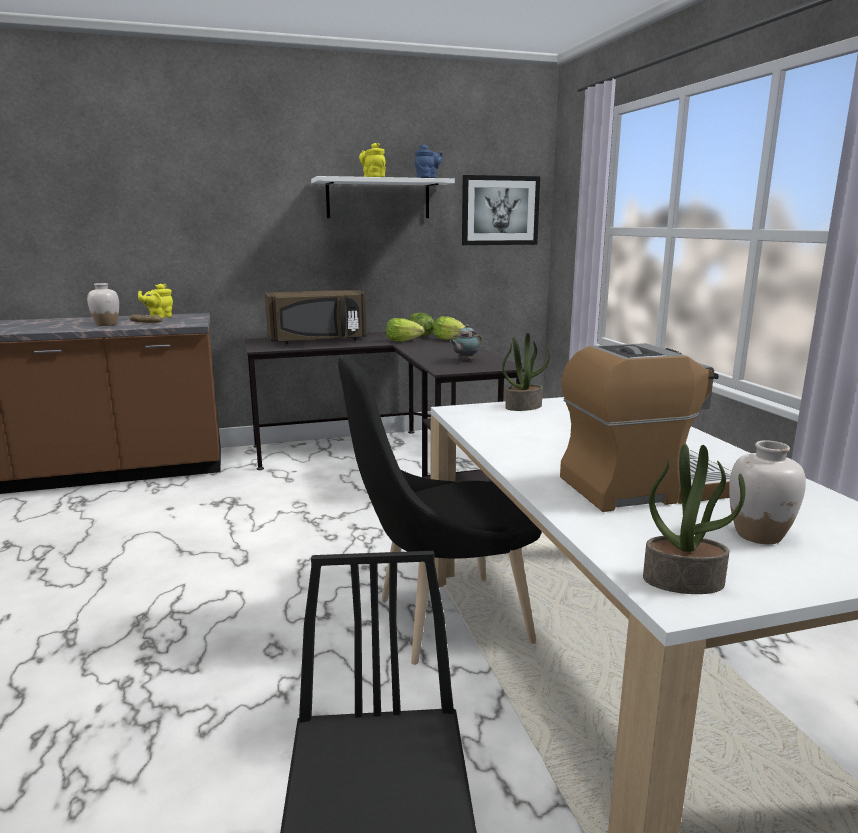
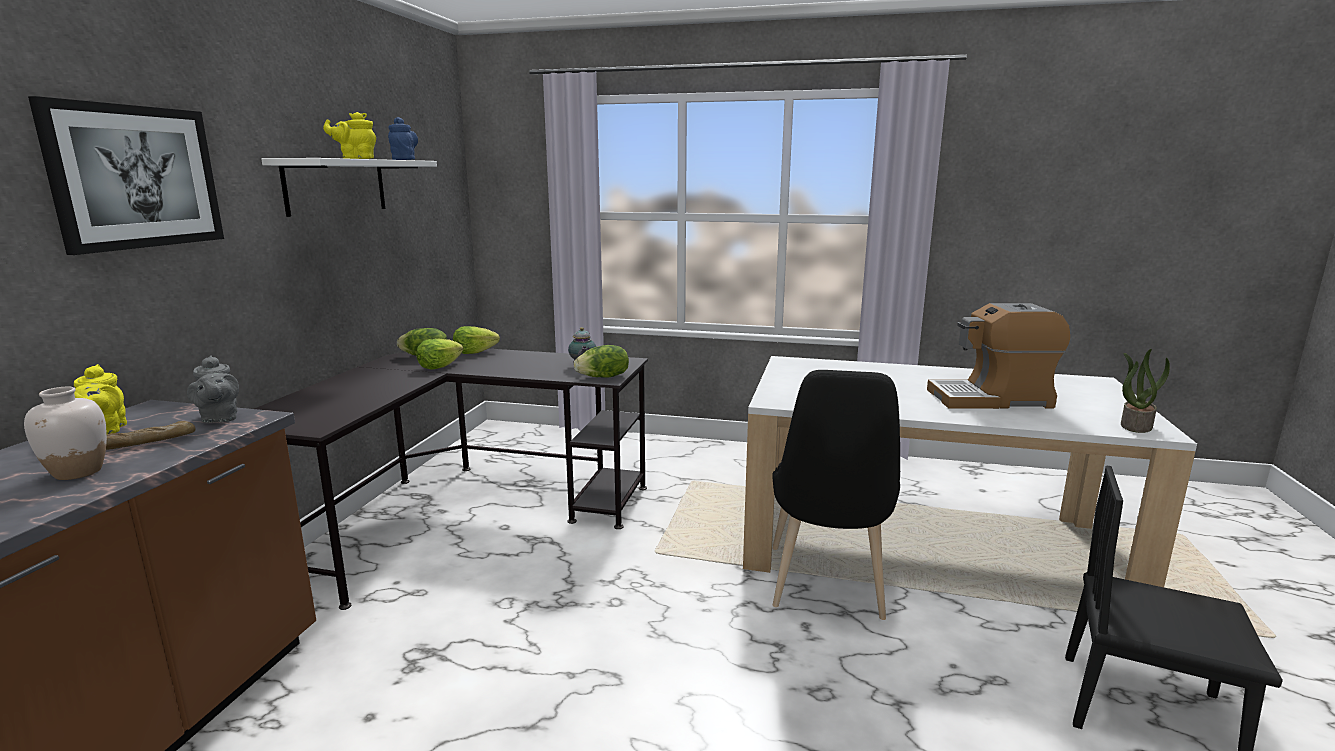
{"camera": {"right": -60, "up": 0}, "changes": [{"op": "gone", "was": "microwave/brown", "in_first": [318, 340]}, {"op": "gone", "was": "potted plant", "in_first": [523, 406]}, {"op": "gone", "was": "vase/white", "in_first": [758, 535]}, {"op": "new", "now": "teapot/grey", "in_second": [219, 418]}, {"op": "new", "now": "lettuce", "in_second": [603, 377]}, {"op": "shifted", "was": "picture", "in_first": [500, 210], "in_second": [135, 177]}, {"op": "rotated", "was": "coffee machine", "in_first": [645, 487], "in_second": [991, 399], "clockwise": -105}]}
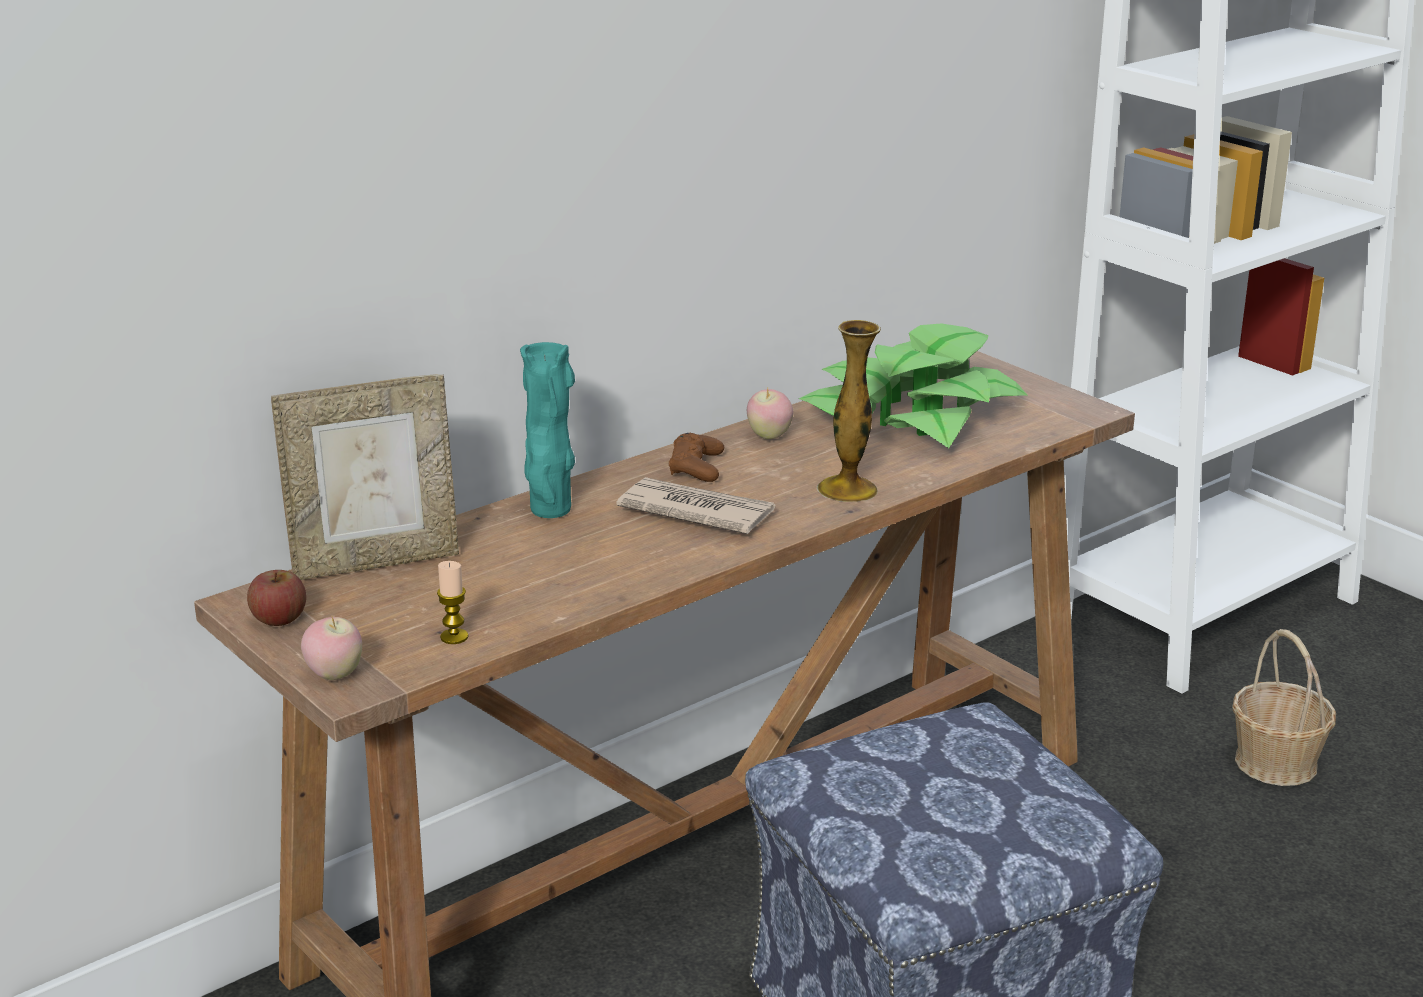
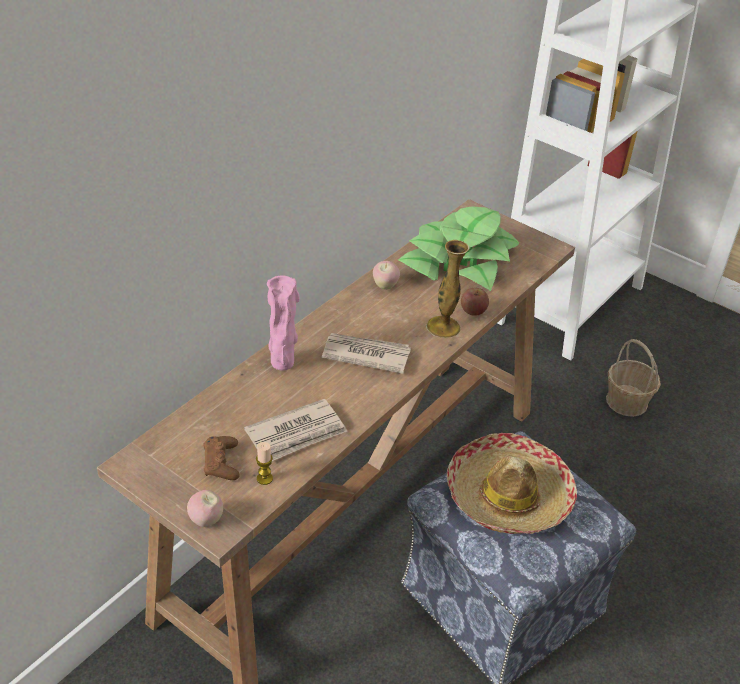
{"camera": {"right": -15, "up": 15}, "changes": [{"op": "gone", "was": "picture frame", "in_first": [375, 562]}, {"op": "new", "now": "newspaper", "in_second": [297, 434]}, {"op": "new", "now": "hat", "in_second": [508, 496]}, {"op": "shifted", "was": "apple", "in_first": [279, 619], "in_second": [473, 311]}, {"op": "shifted", "was": "game controller/brown", "in_first": [696, 467], "in_second": [221, 463]}, {"op": "repainted", "was": "vase/turquoise", "now": "vase/pink", "in_first": [550, 511], "in_second": [282, 364]}]}
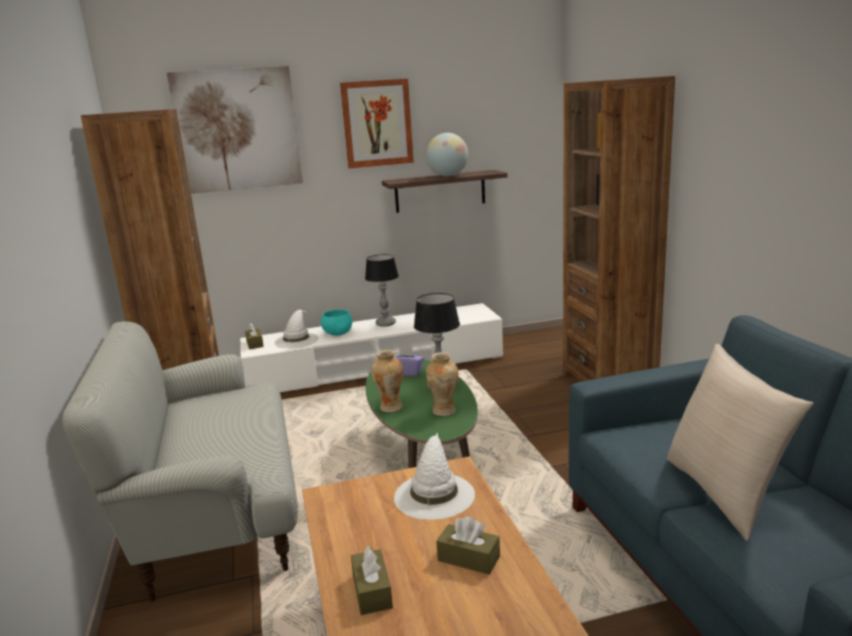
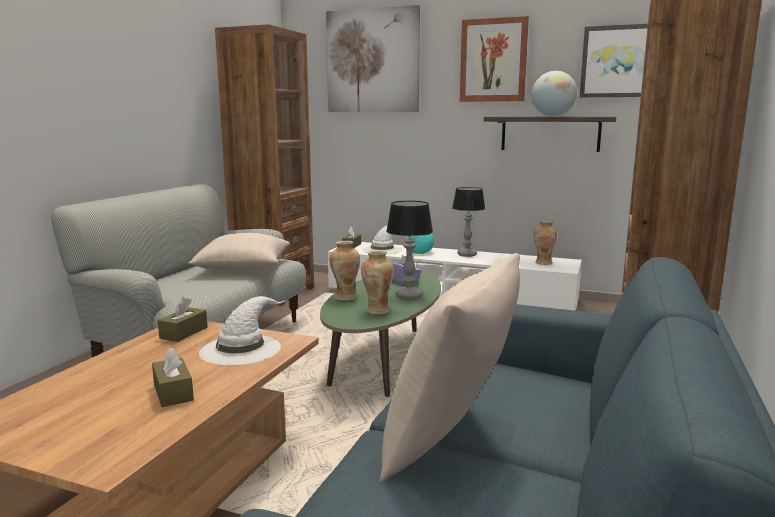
{"camera": {"right": 35, "up": -5}, "changes": [{"op": "new", "now": "pillow/beige", "in_second": [243, 268]}, {"op": "new", "now": "vase", "in_second": [543, 263]}, {"op": "new", "now": "picture", "in_second": [618, 61]}, {"op": "shifted", "was": "tissue box/brown", "in_first": [372, 591], "in_second": [184, 333]}]}
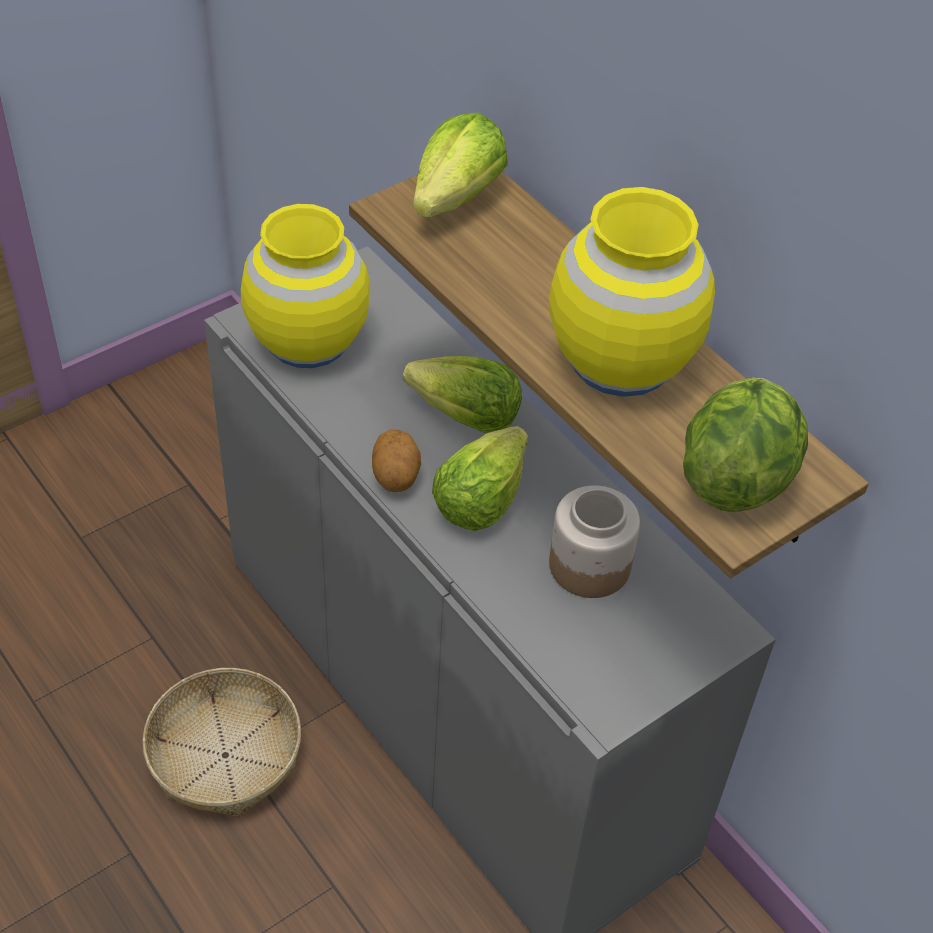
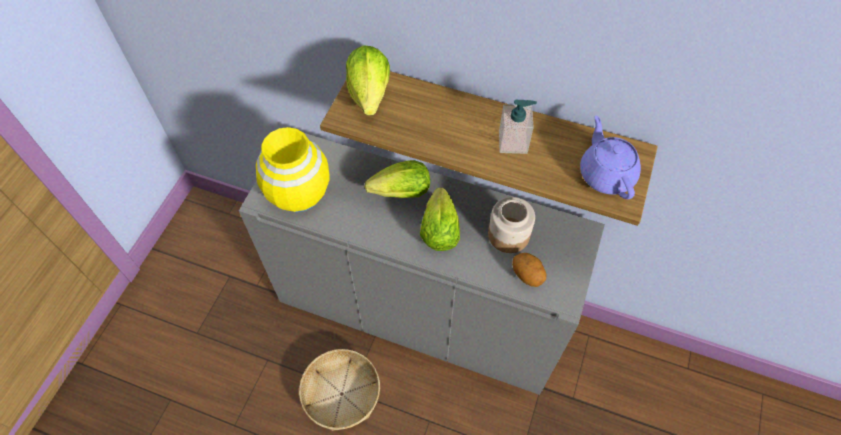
{"camera": {"right": -30, "up": 10}, "changes": [{"op": "shifted", "was": "potato", "in_first": [396, 476], "in_second": [527, 275]}, {"op": "swapped", "was": "vase/yellow", "now": "soap dispenser", "in_first": [621, 361], "in_second": [513, 142]}, {"op": "swapped", "was": "lettuce", "now": "teapot/purple", "in_first": [736, 476], "in_second": [606, 174]}]}
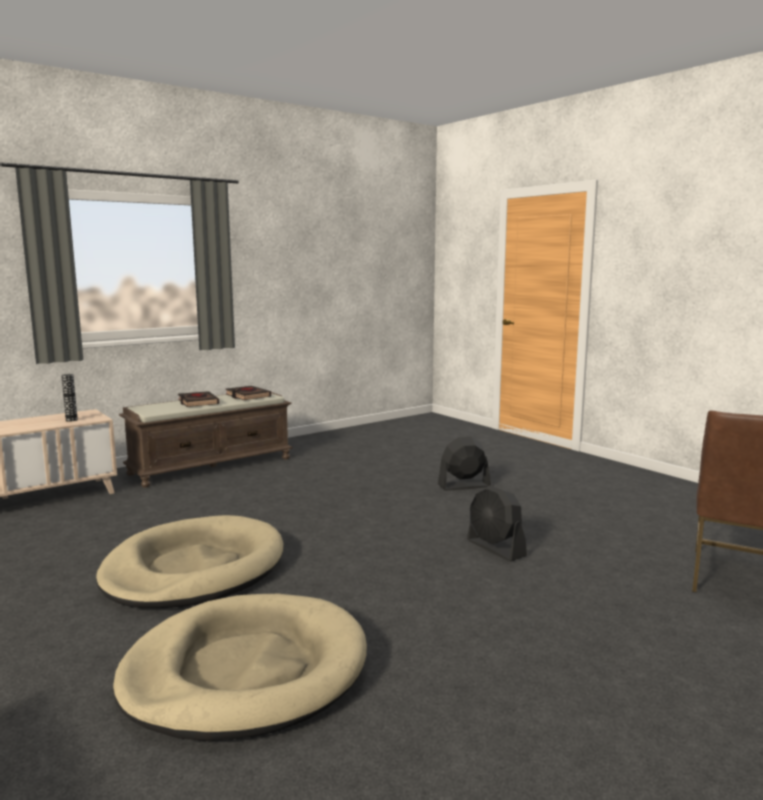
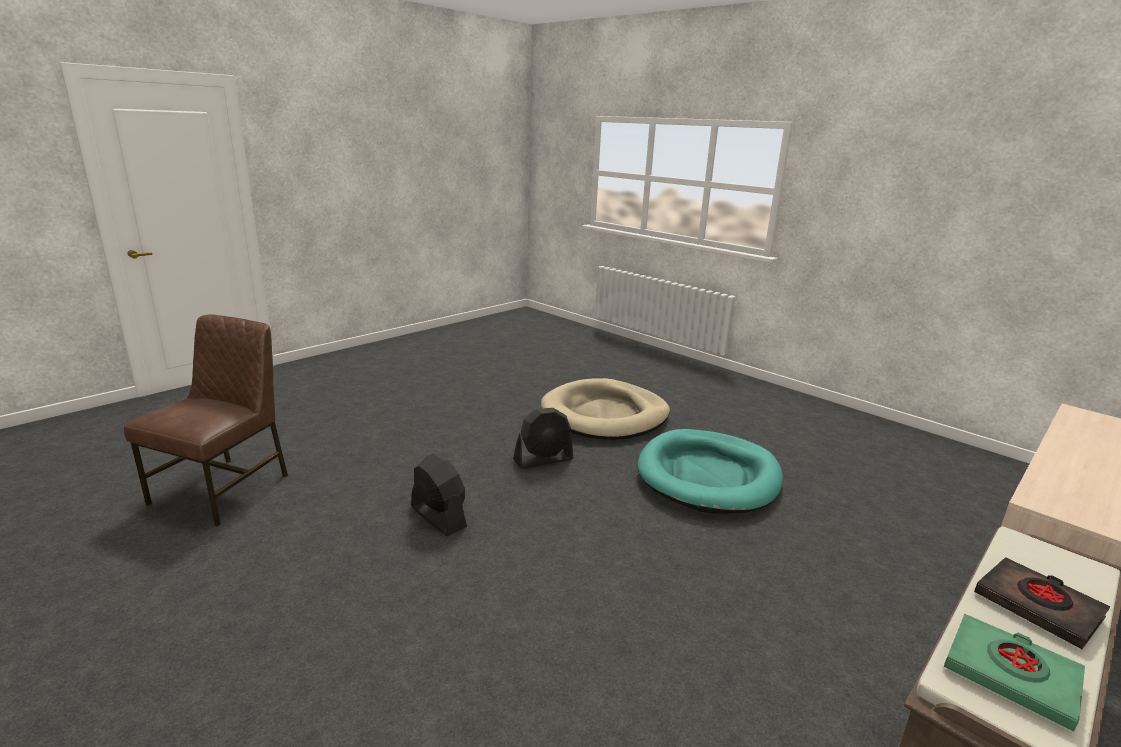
{"camera": {"right": 170, "up": 10}, "changes": [{"op": "gone", "was": "vase", "in_first": [71, 420]}, {"op": "shifted", "was": "fan/black", "in_first": [464, 486], "in_second": [543, 460]}, {"op": "repainted", "was": "dog bed/beige", "now": "dog bed/turquoise", "in_first": [194, 569], "in_second": [708, 476]}, {"op": "repainted", "was": "book/black", "now": "book/green", "in_first": [248, 396], "in_second": [1010, 674]}]}
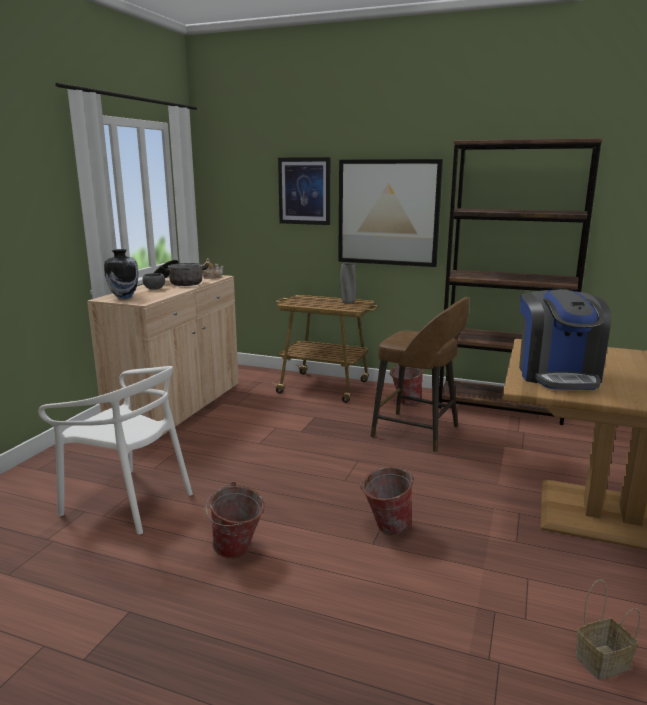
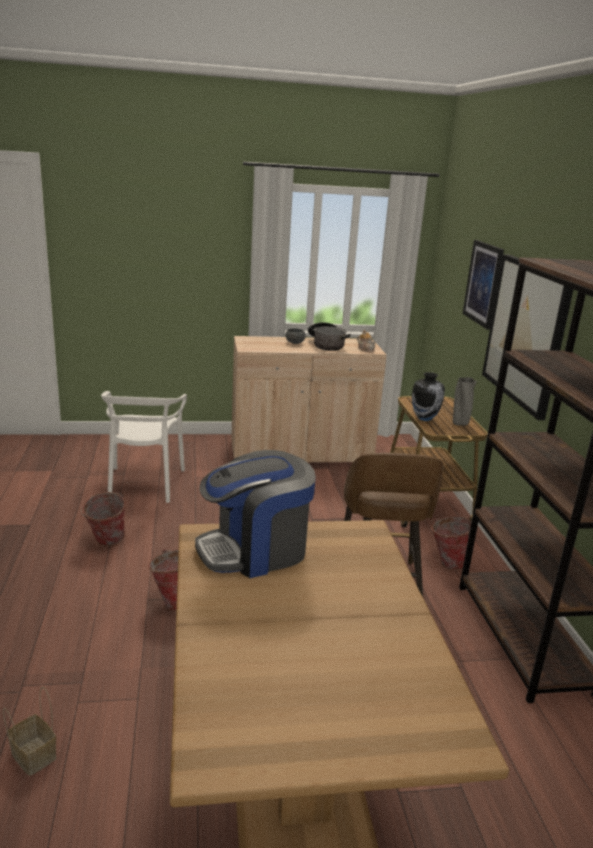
{"camera": {"right": 60, "up": 5}, "changes": [{"op": "shifted", "was": "vase", "in_first": [124, 297], "in_second": [424, 418]}]}
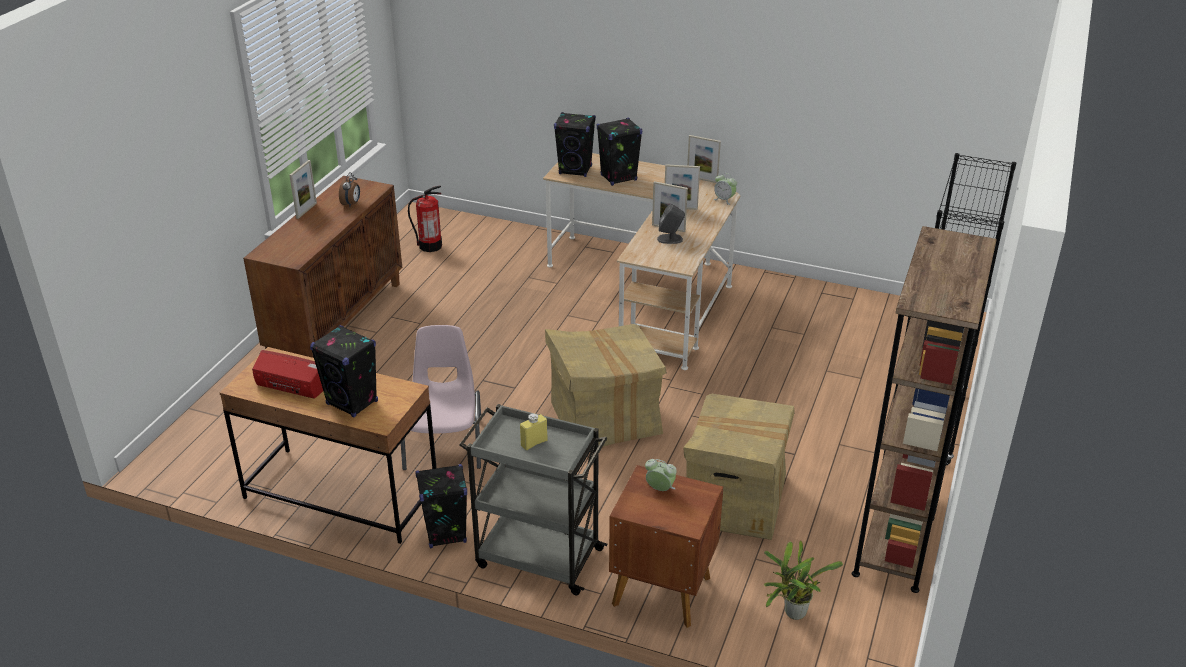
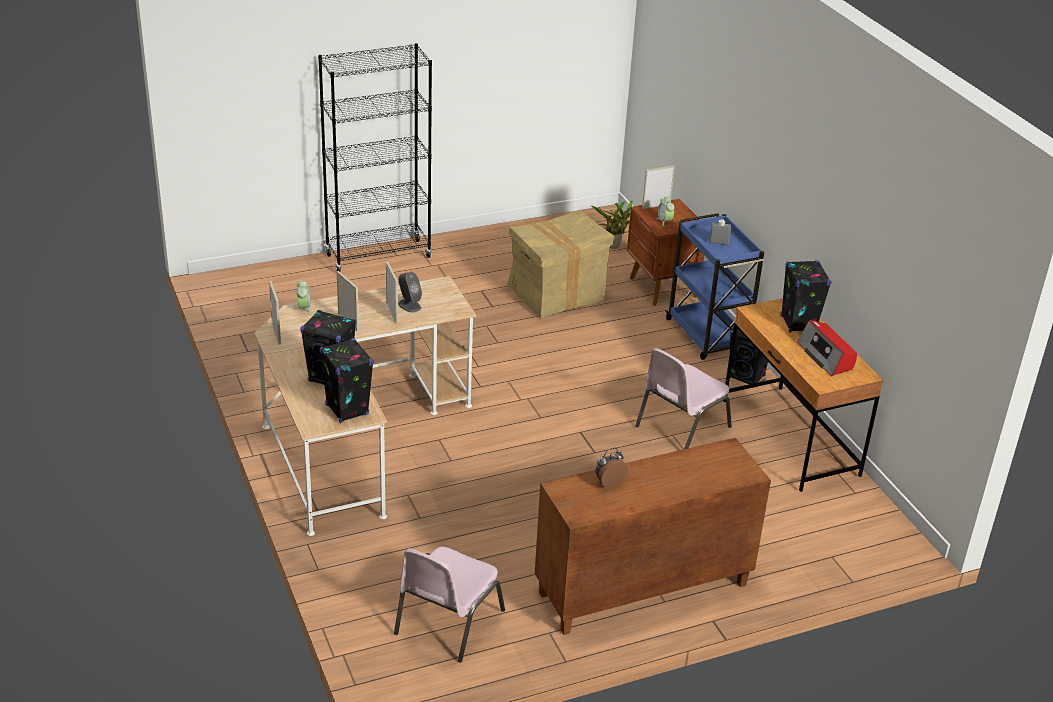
{"camera": {"right": -135, "up": 0}, "changes": [{"op": "gone", "was": "cardboard box", "in_first": [604, 419]}, {"op": "gone", "was": "bookcase/brown", "in_first": [896, 535]}, {"op": "shifted", "was": "picture frame", "in_first": [306, 210], "in_second": [656, 206]}, {"op": "swapped", "was": "fire extinguisher", "now": "chair/pink", "in_first": [430, 246], "in_second": [447, 622]}, {"op": "repainted", "was": "cart/grey", "now": "cart/blue", "in_first": [537, 557], "in_second": [707, 336]}, {"op": "repainted", "was": "bottle/yellow", "now": "bottle/grey", "in_first": [534, 443], "in_second": [719, 243]}]}
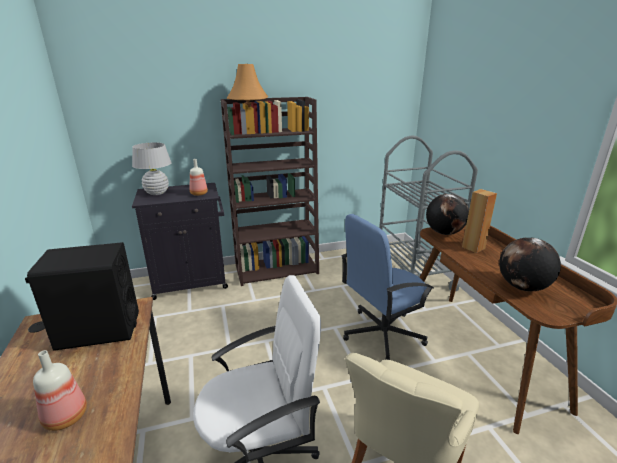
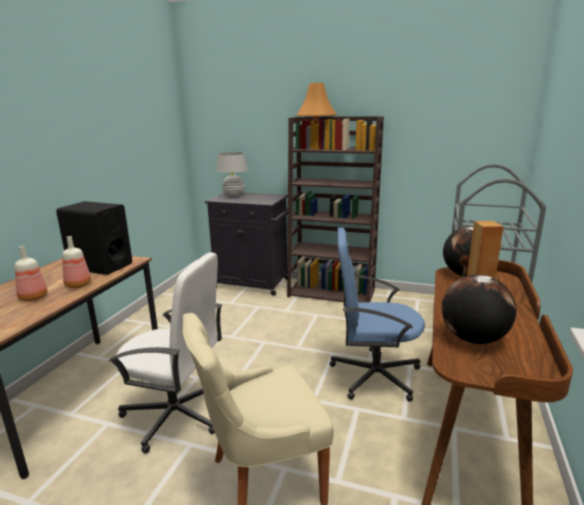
{"camera": {"right": 35, "up": -5}, "changes": [{"op": "shifted", "was": "bottle", "in_first": [199, 194], "in_second": [77, 285]}]}
